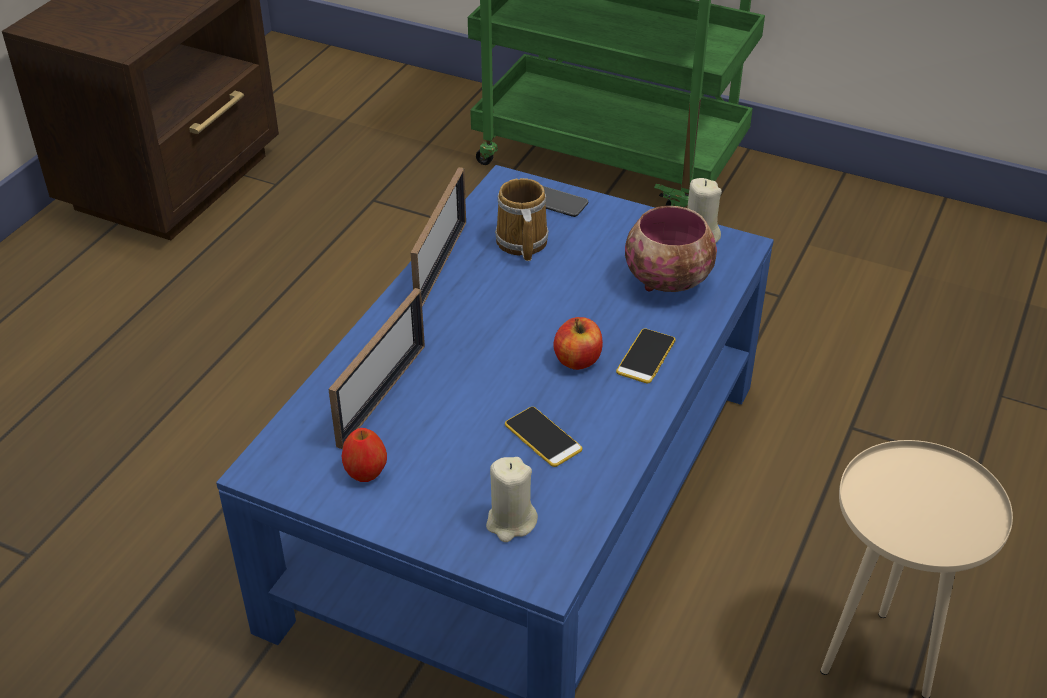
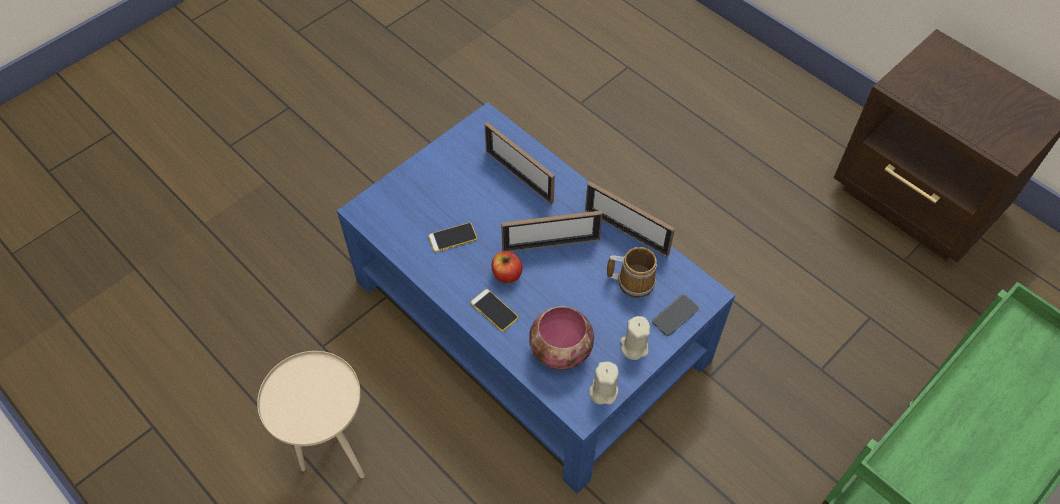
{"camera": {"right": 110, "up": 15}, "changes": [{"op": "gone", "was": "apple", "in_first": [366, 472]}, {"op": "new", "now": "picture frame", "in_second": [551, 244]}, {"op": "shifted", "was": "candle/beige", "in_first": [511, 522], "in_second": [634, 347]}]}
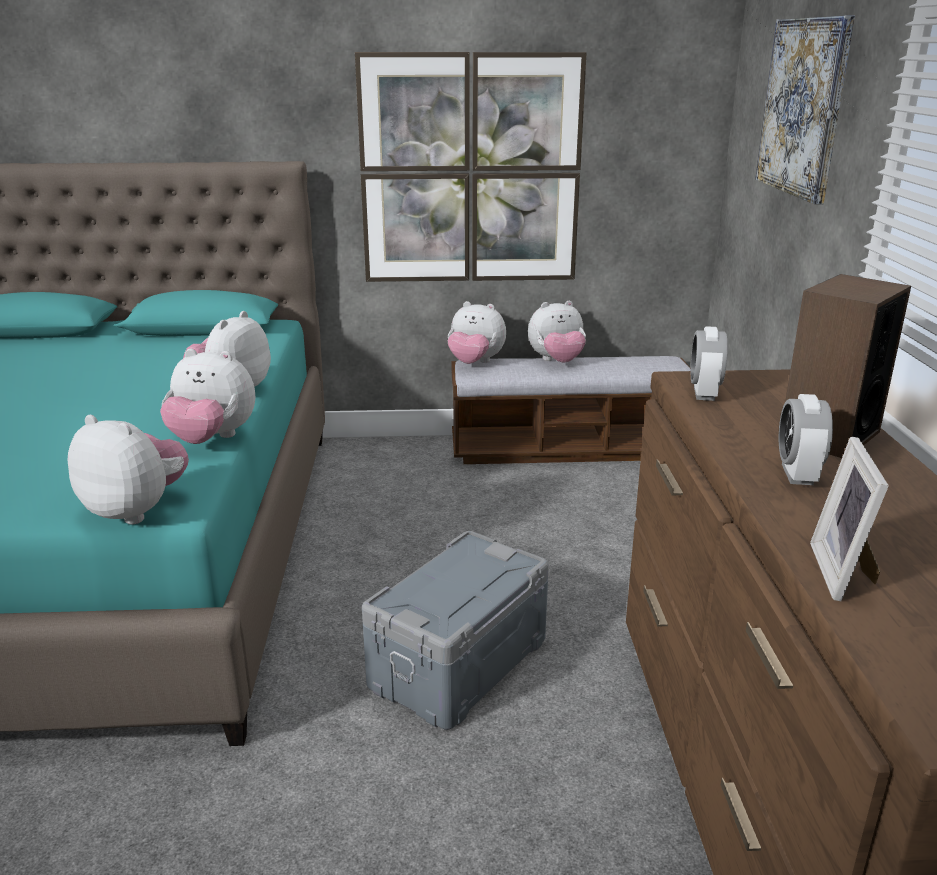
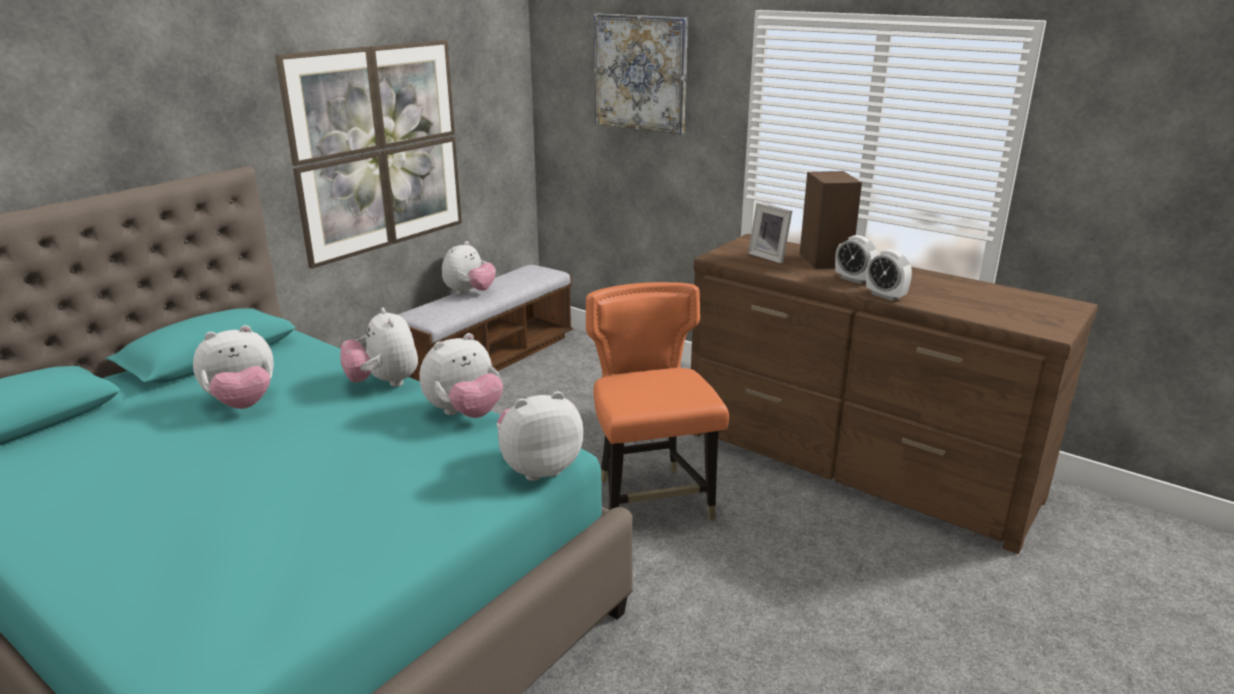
{"camera": {"right": -50, "up": 0}, "changes": [{"op": "shifted", "was": "plush toy", "in_first": [475, 363], "in_second": [243, 404]}, {"op": "shifted", "was": "alarm clock", "in_first": [704, 393], "in_second": [885, 296]}, {"op": "shifted", "was": "picture frame", "in_first": [845, 573], "in_second": [770, 256]}, {"op": "swapped", "was": "storage box/grey", "now": "chair/orange", "in_first": [460, 664], "in_second": [651, 501]}]}
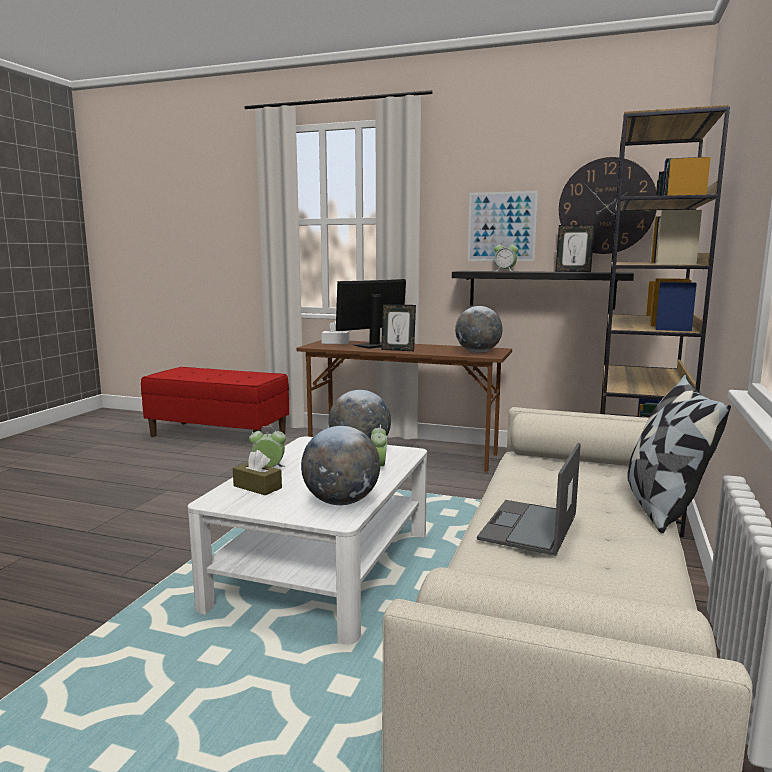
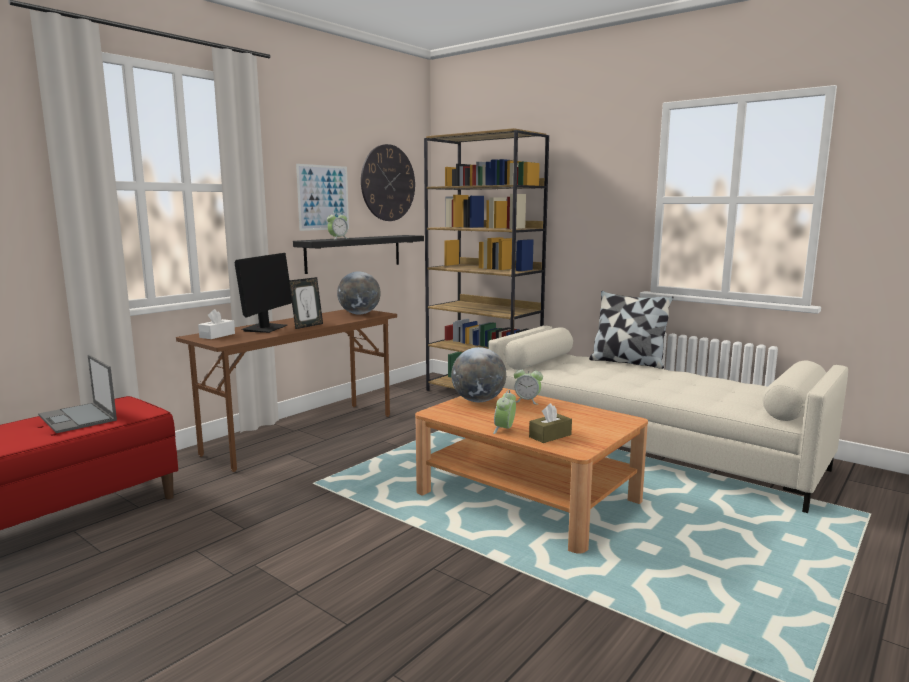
{"camera": {"right": -70, "up": 0}, "changes": [{"op": "gone", "was": "globe", "in_first": [341, 502]}, {"op": "gone", "was": "picture frame", "in_first": [573, 271]}, {"op": "shifted", "was": "laptop", "in_first": [529, 527], "in_second": [78, 418]}, {"op": "repainted", "was": "coffee table/white", "now": "coffee table/brown", "in_first": [324, 568], "in_second": [528, 497]}, {"op": "rotated", "was": "monitor", "in_first": [374, 345], "in_second": [265, 328], "clockwise": -150}]}
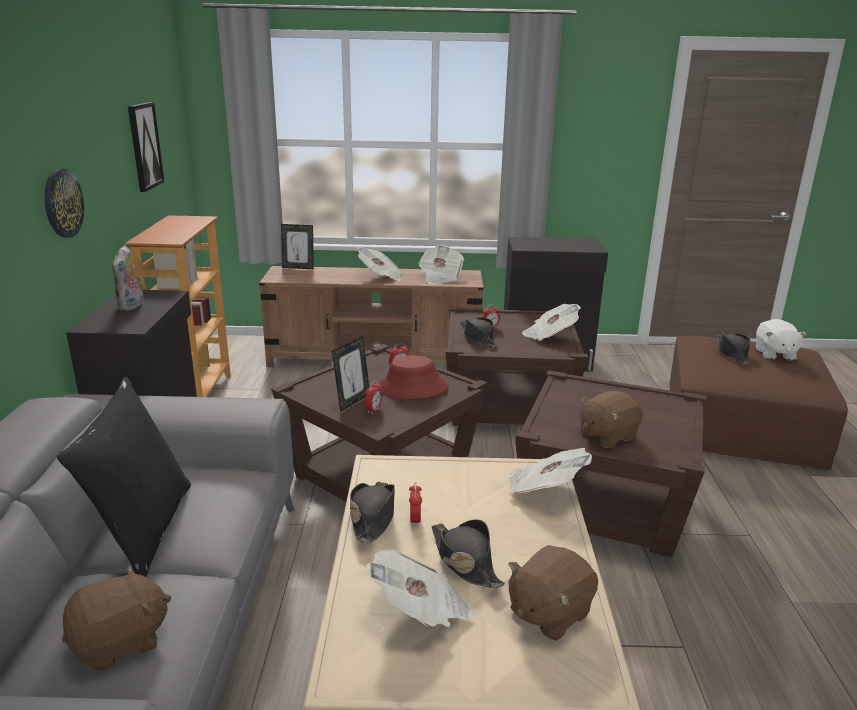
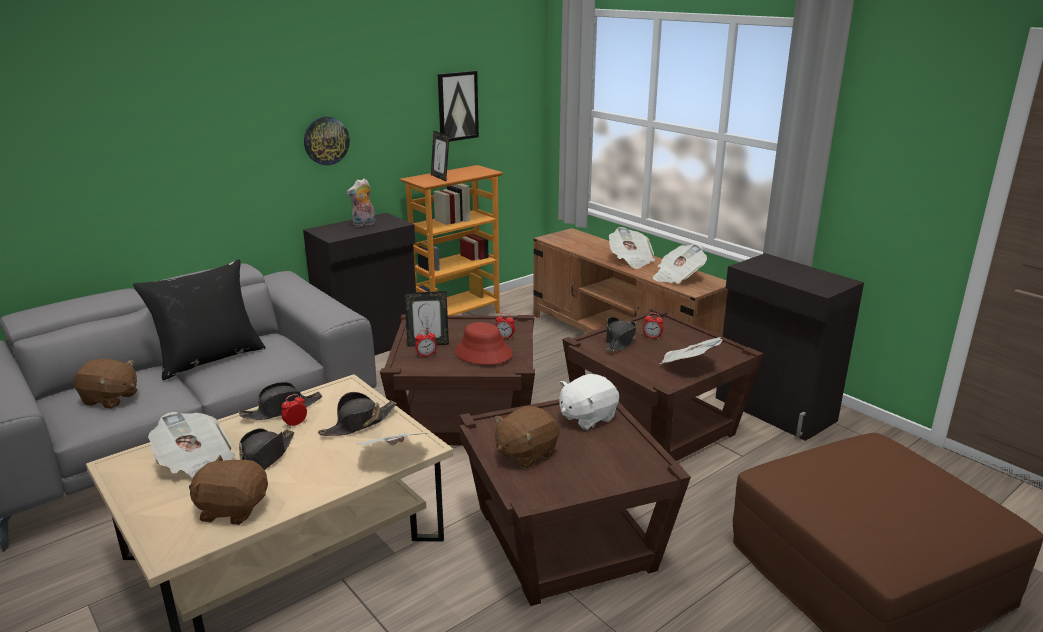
{"camera": {"right": 50, "up": 0}, "changes": [{"op": "shifted", "was": "picture frame", "in_first": [298, 267], "in_second": [440, 177]}, {"op": "shifted", "was": "hat/black", "in_first": [732, 353], "in_second": [358, 423]}, {"op": "shifted", "was": "plush toy/white", "in_first": [774, 354], "in_second": [587, 417]}, {"op": "rotated", "was": "plush toy/brown", "in_first": [606, 435], "in_second": [525, 453], "clockwise": -60}]}
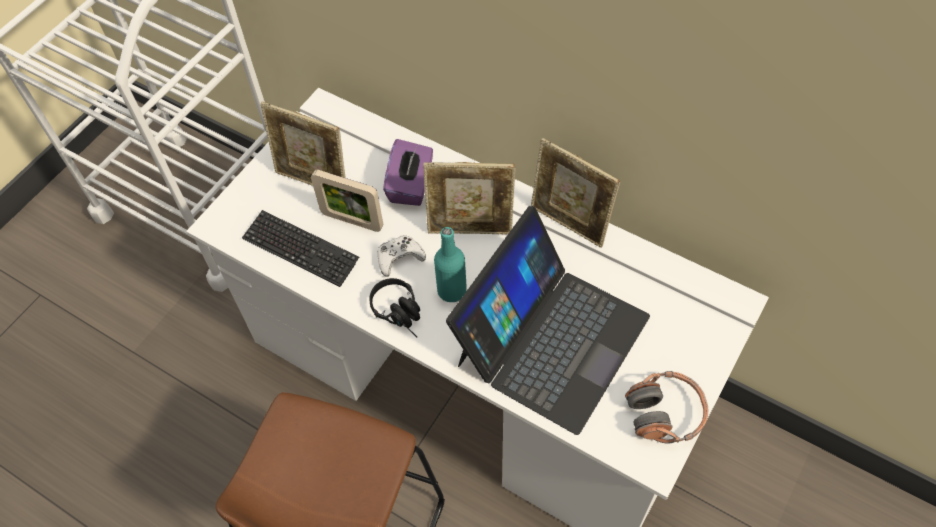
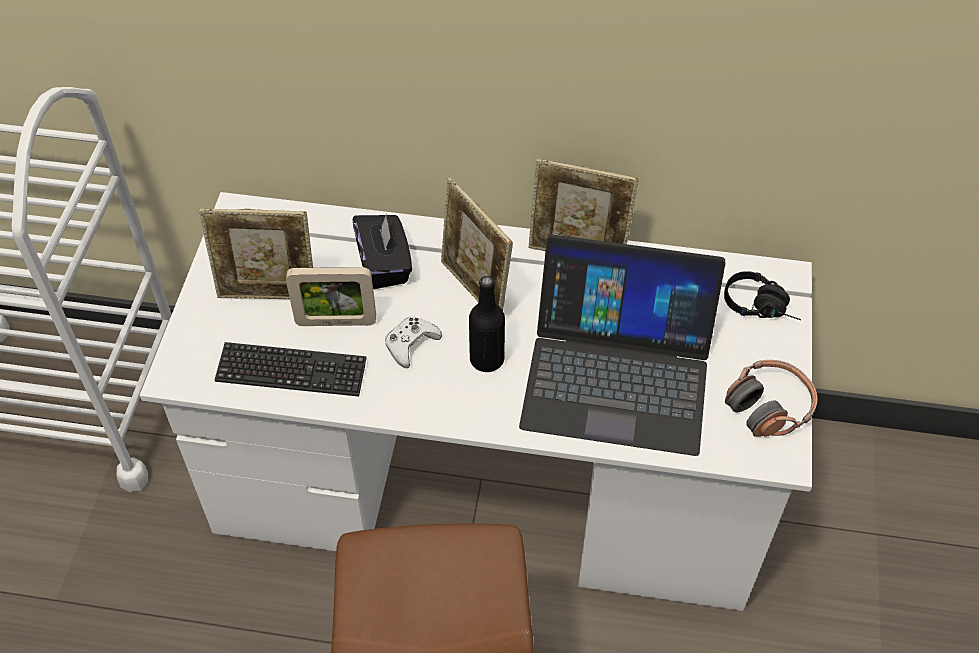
{"camera": {"right": -25, "up": -5}, "changes": [{"op": "shifted", "was": "headphones/black", "in_first": [401, 314], "in_second": [761, 307]}, {"op": "repainted", "was": "tissue box/purple", "now": "tissue box/black", "in_first": [411, 185], "in_second": [384, 265]}, {"op": "repainted", "was": "bottle/turquoise", "now": "bottle/black", "in_first": [452, 290], "in_second": [487, 359]}, {"op": "rotated", "was": "picture frame", "in_first": [470, 229], "in_second": [475, 290], "clockwise": 75}, {"op": "rotated", "was": "laptop", "in_first": [551, 339], "in_second": [617, 373], "clockwise": 90}]}
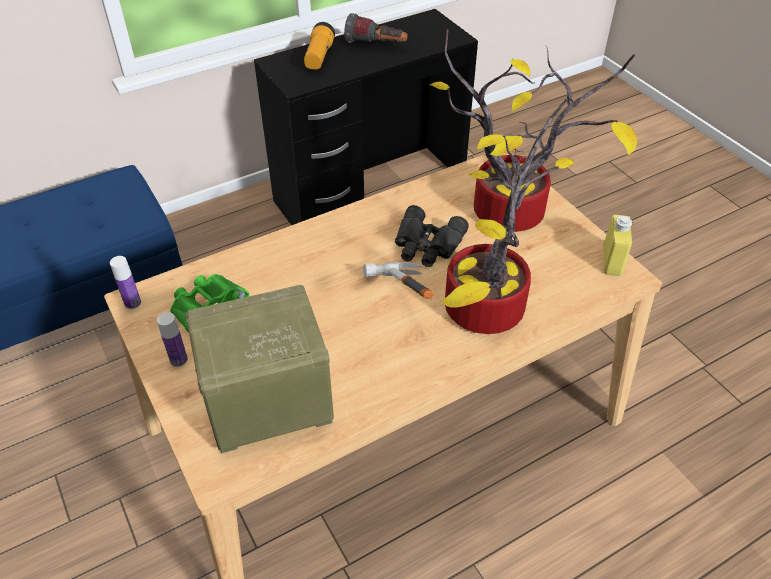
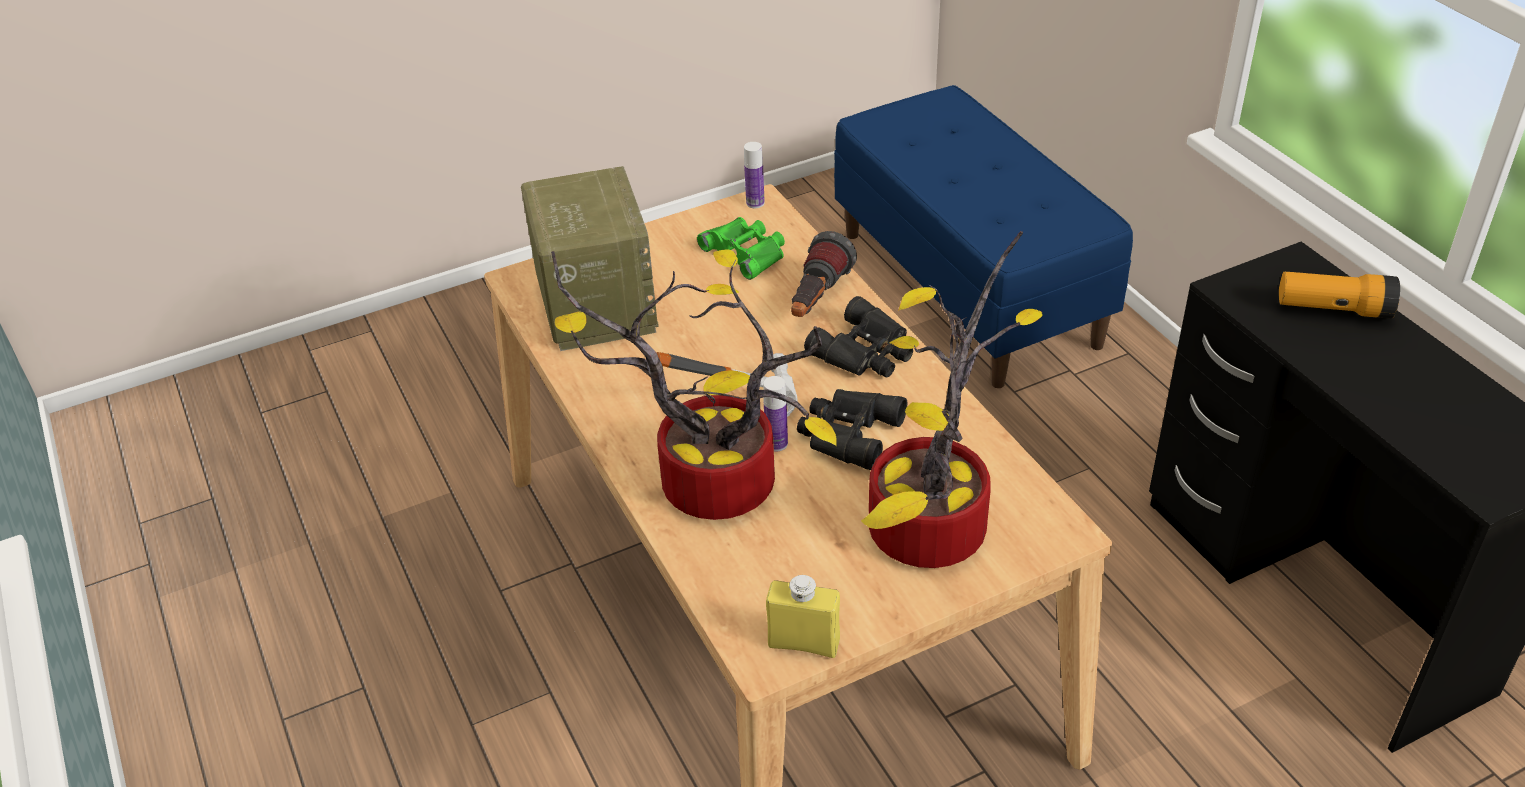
{"camera": {"right": 95, "up": -5}, "changes": [{"op": "new", "now": "binoculars/black", "in_second": [866, 352]}, {"op": "shifted", "was": "bottle", "in_first": [178, 360], "in_second": [776, 443]}, {"op": "shifted", "was": "flashlight", "in_first": [376, 45], "in_second": [817, 300]}]}
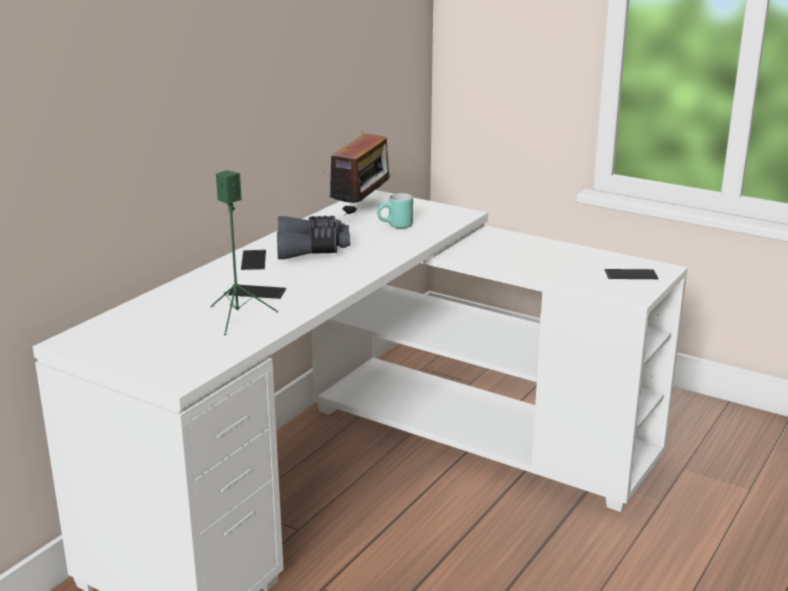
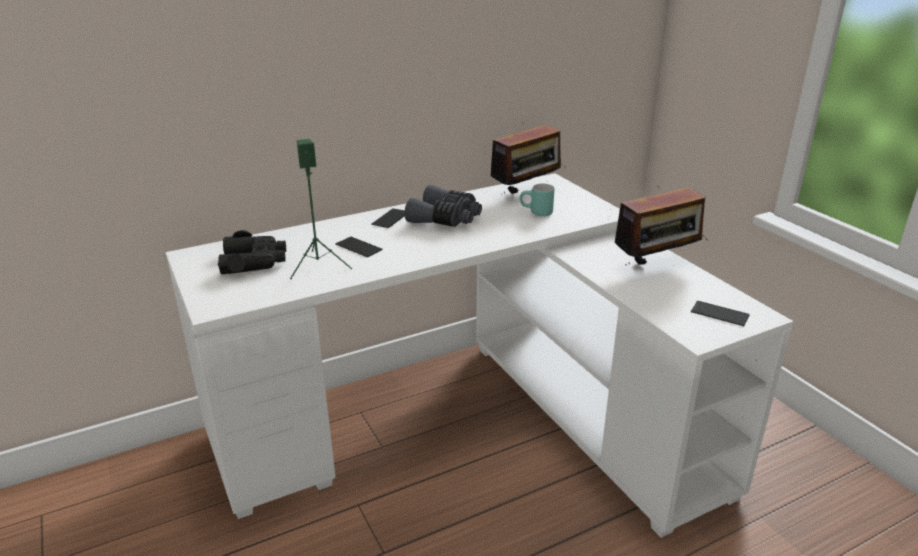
{"camera": {"right": 30, "up": 5}, "changes": [{"op": "new", "now": "binoculars/black", "in_second": [254, 261]}, {"op": "new", "now": "radio", "in_second": [656, 264]}]}
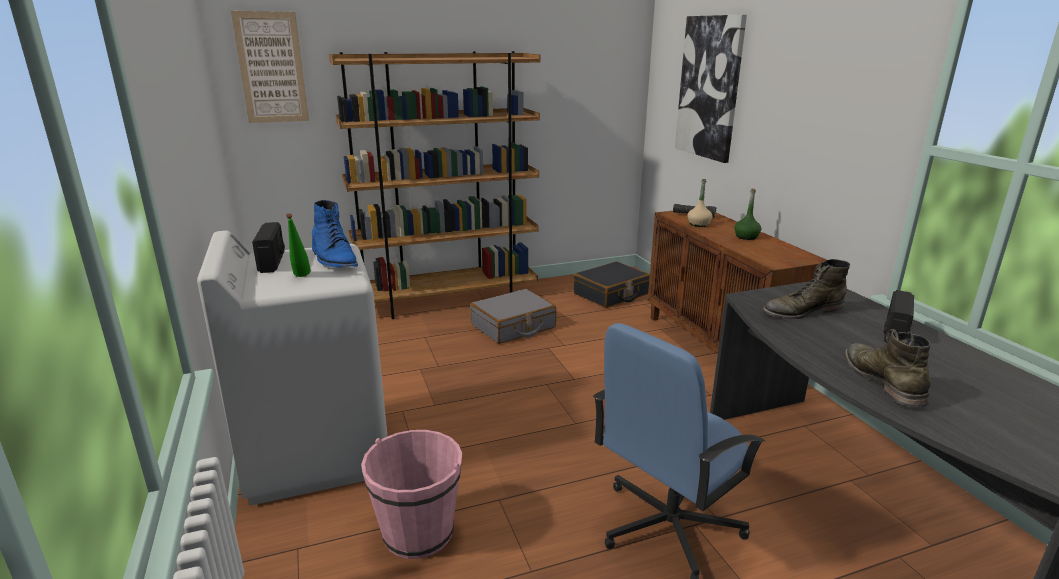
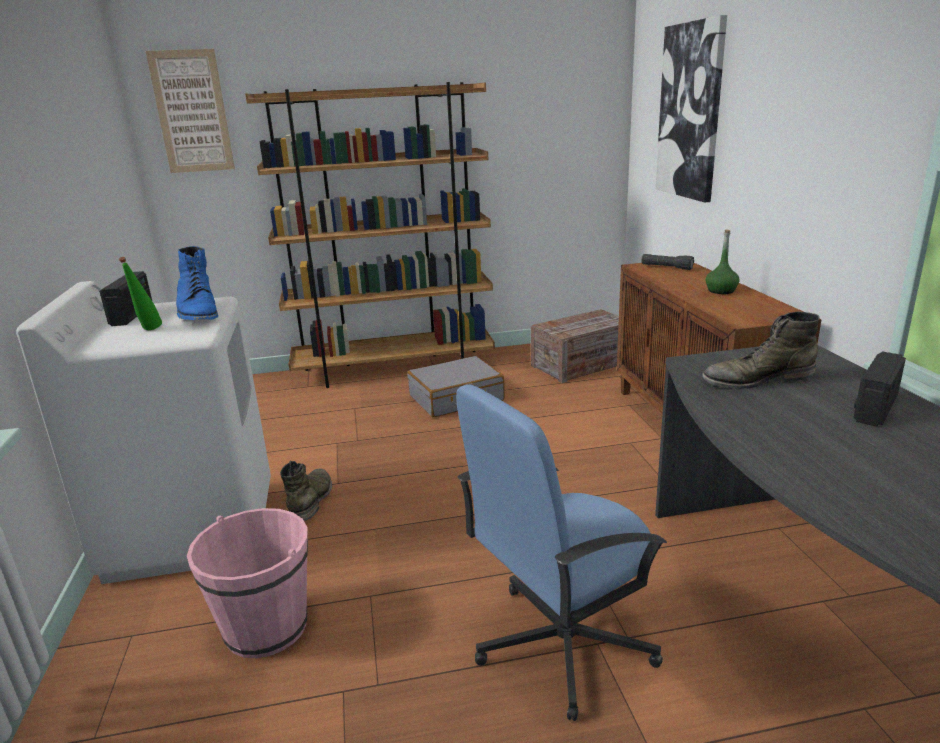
{"camera": {"right": 10, "up": 0}, "changes": [{"op": "gone", "was": "bottle/beige", "in_first": [698, 224]}, {"op": "shifted", "was": "boot/green", "in_first": [882, 380], "in_second": [311, 500]}, {"op": "swapped", "was": "suitcase/black", "now": "crate", "in_first": [611, 294], "in_second": [582, 364]}]}
